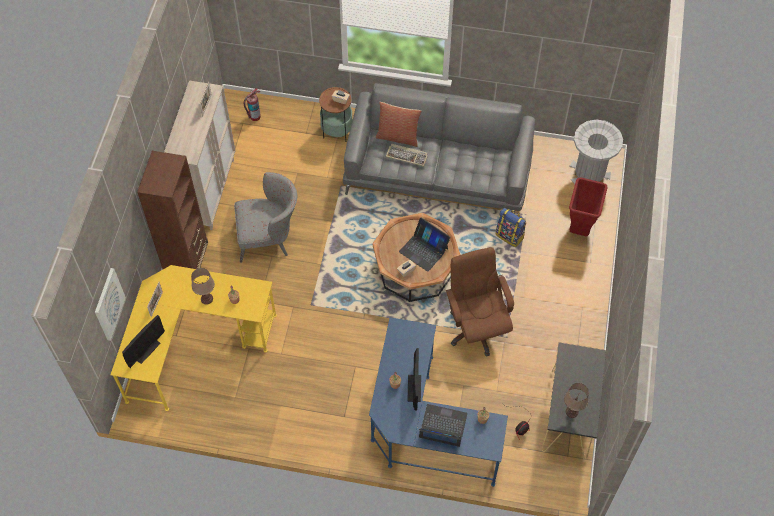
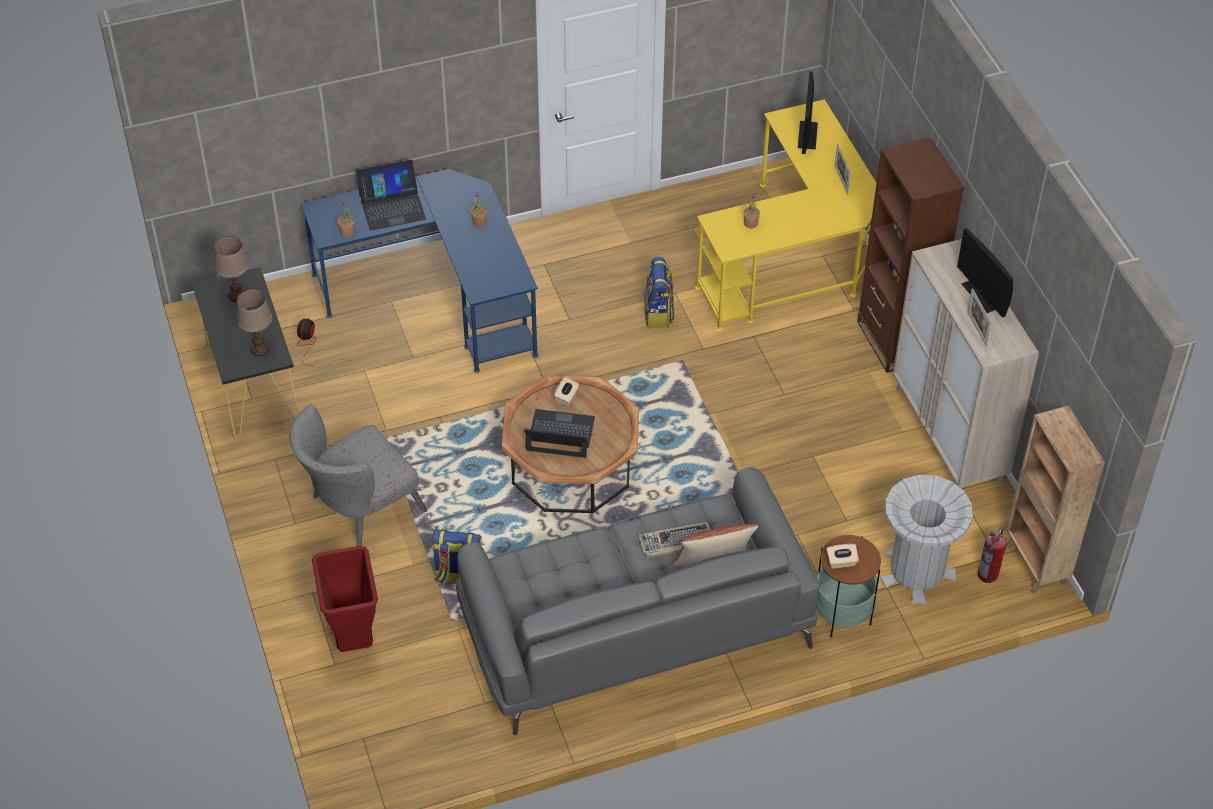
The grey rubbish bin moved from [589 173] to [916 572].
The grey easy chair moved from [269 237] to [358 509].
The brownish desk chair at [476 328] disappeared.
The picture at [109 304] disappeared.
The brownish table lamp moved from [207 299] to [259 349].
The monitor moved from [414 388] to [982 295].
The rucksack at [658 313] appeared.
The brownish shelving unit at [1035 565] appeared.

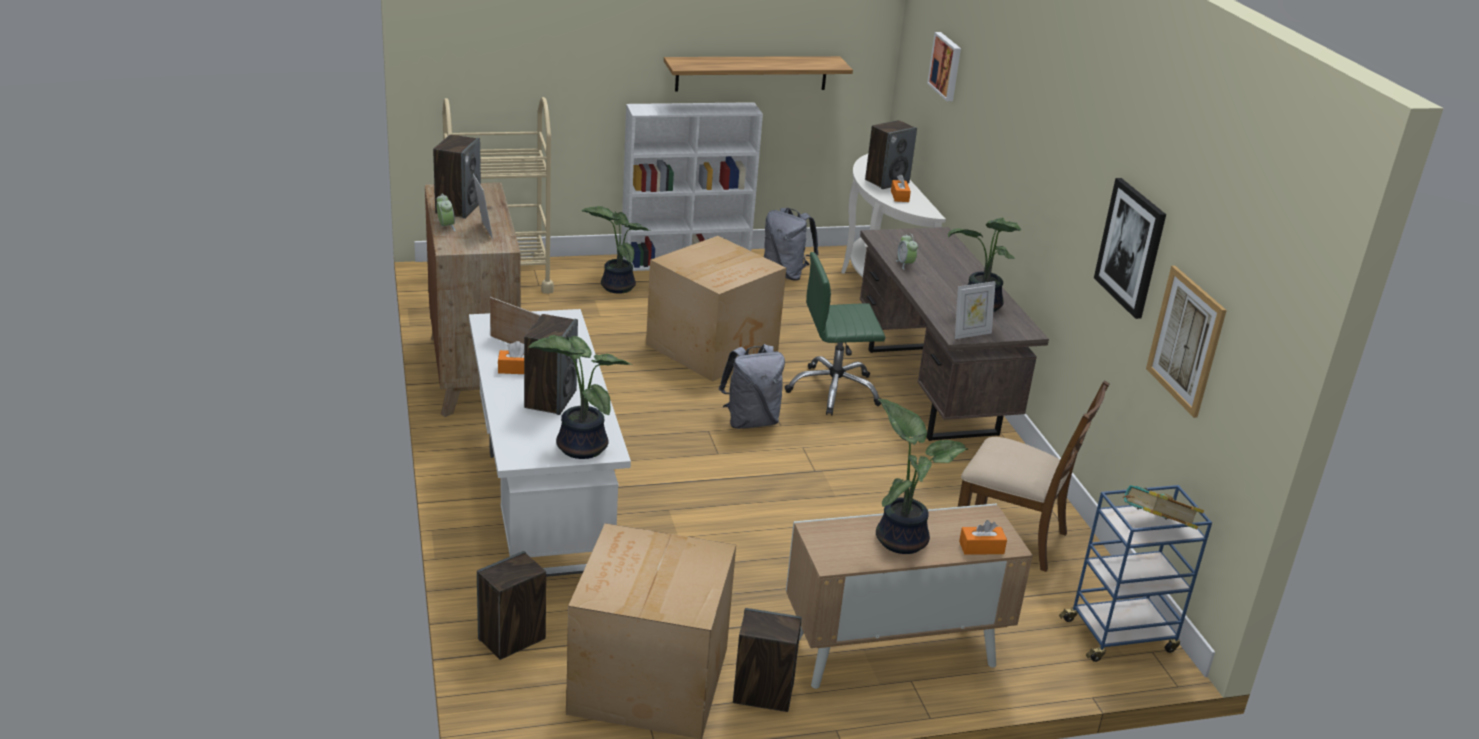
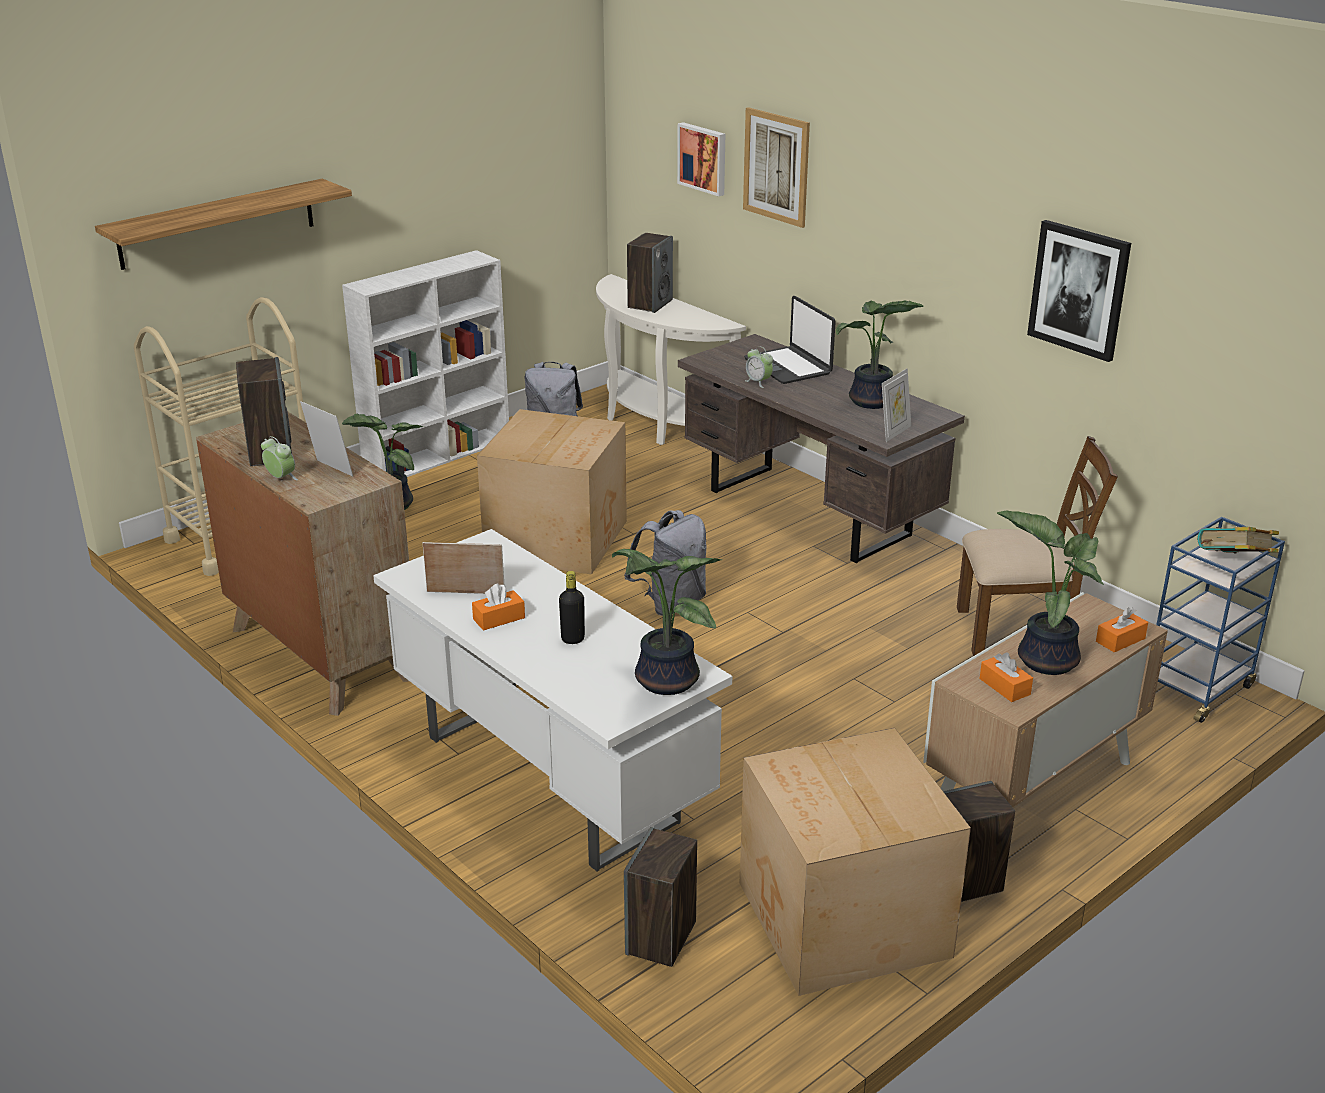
The bracket shelf moved from [751 73] to [217 224].
The orange tissue box moved from [899 196] to [1004 686].
The green-coloured desk chair at [834 391] disappeared.
The picture moved from [1186 340] to [776 167].
The speaker at [550 399] was replaced by the black-coloured beverage bottle at [573 639].
The laptop at [788 366] appeared.

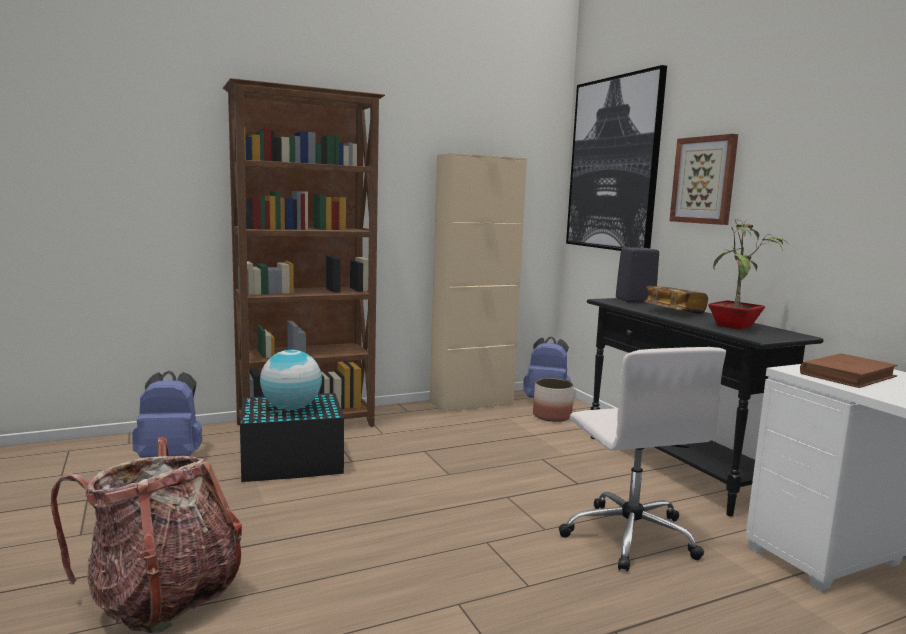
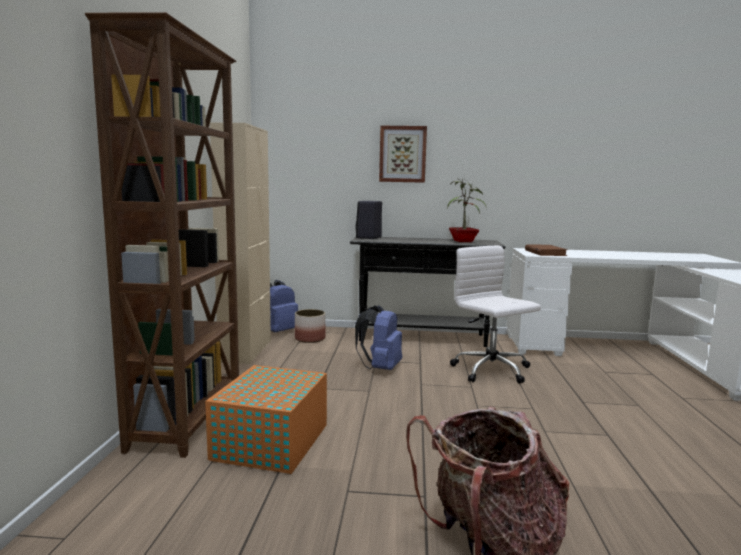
The picture at [613 164] disappeared.
The book at [674 311] disappeared.
The white desk chair at [629 535] turned 135 degrees counterclockwise.
The globe at [291 408] disappeared.
The blue-coloured rucksack moved from [171 456] to [380 368].
The black-coloured storage bin at [290 461] became the orange storage bin at [270 443].

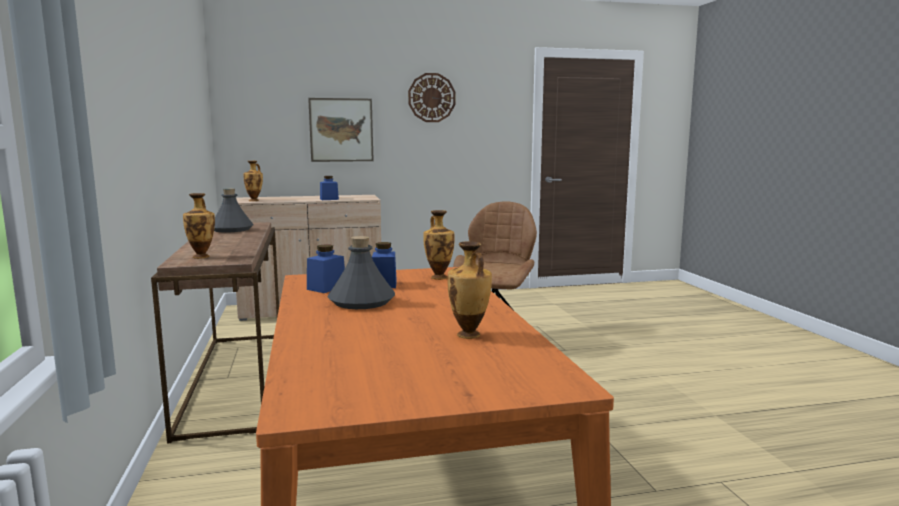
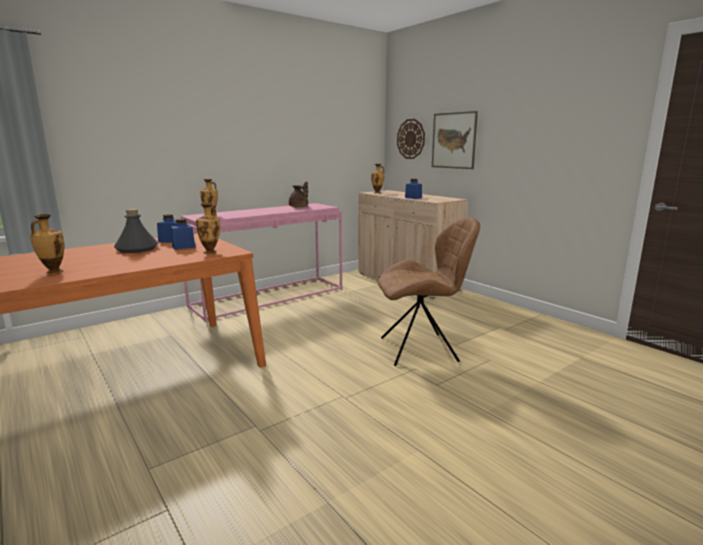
The clock on the wall moved from [431 97] to [411 139].
The grey beverage bottle at [232 229] was replaced by the brownish tea pot at [299 207].
The brownish console table at [234 379] became the pink console table at [269 297].

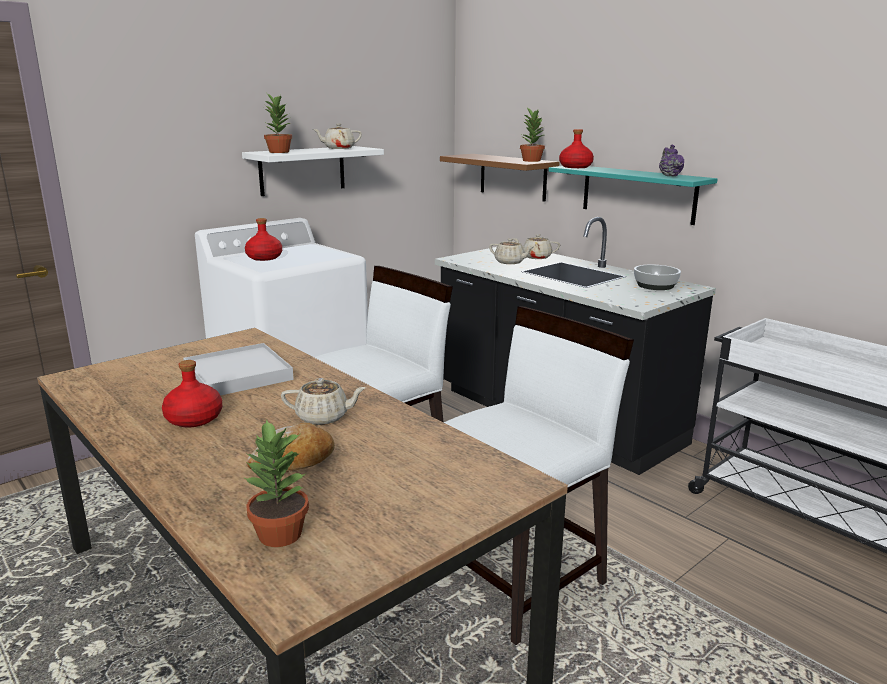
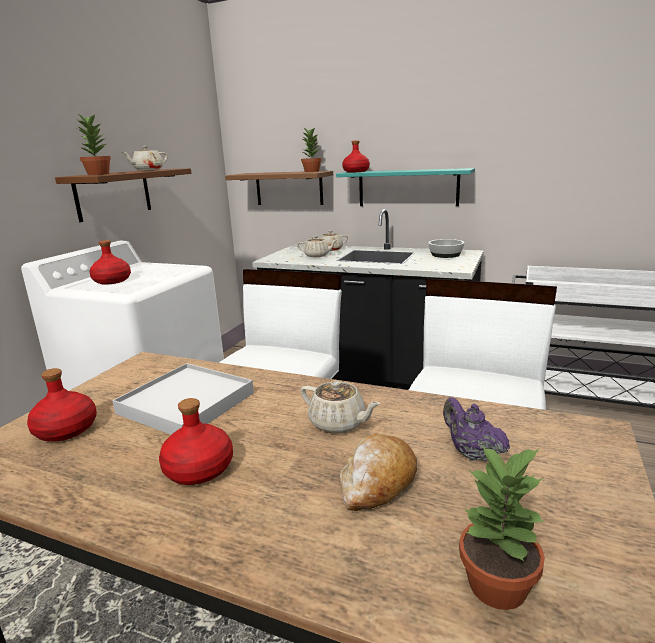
The purple-coloured tea pot moved from [669 175] to [471 453].
The white bracket shelf at [302 170] became the brownish bracket shelf at [113 194].
The sand-coloured tea pot at [323 417] turned 60 degrees clockwise.
The red-coloured beverage bottle at [67 429] appeared.

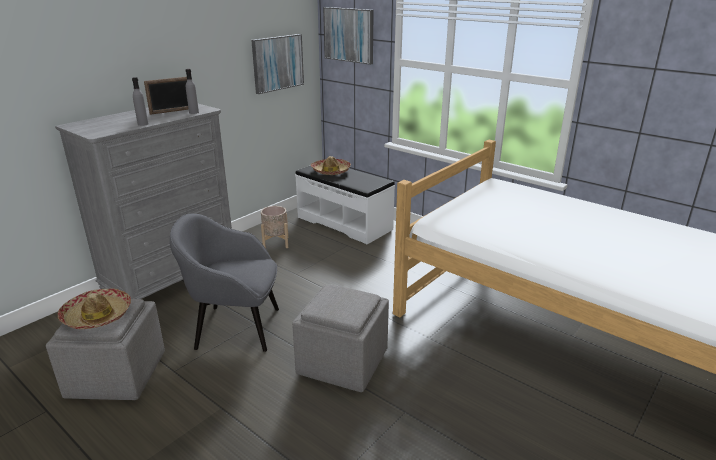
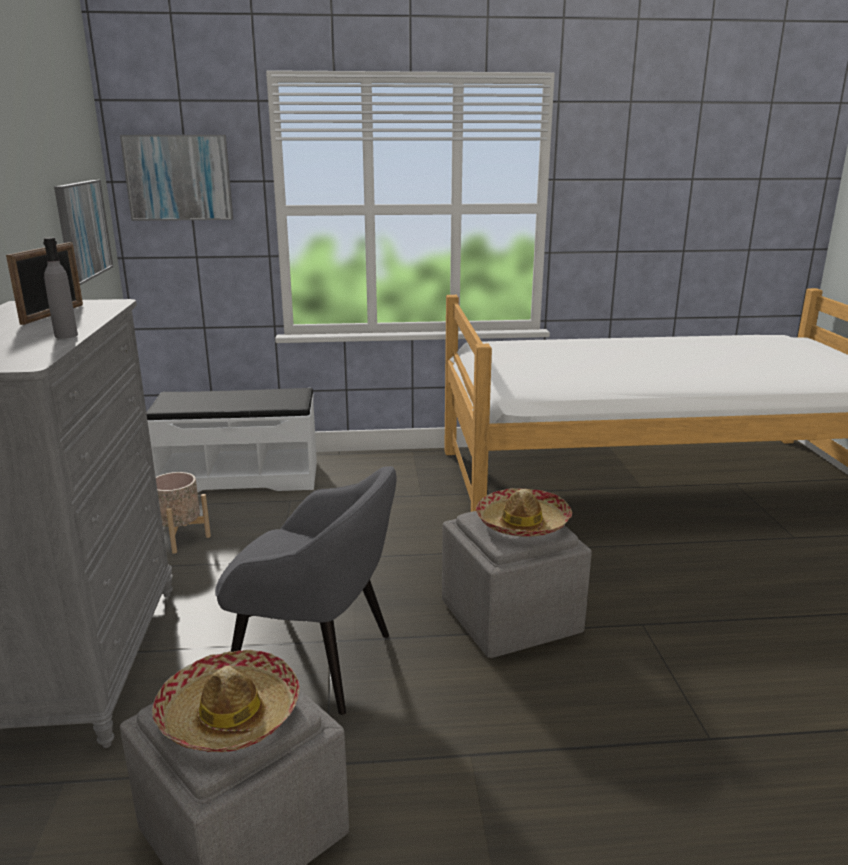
The grey beverage bottle at [194 112] disappeared.
The wearable hat moved from [331 171] to [522 523].
The grey easy chair at [235 328] turned 120 degrees counterclockwise.

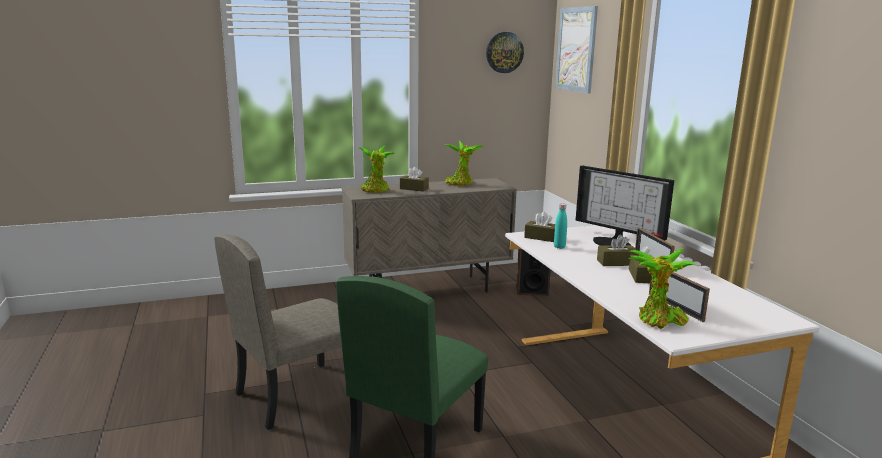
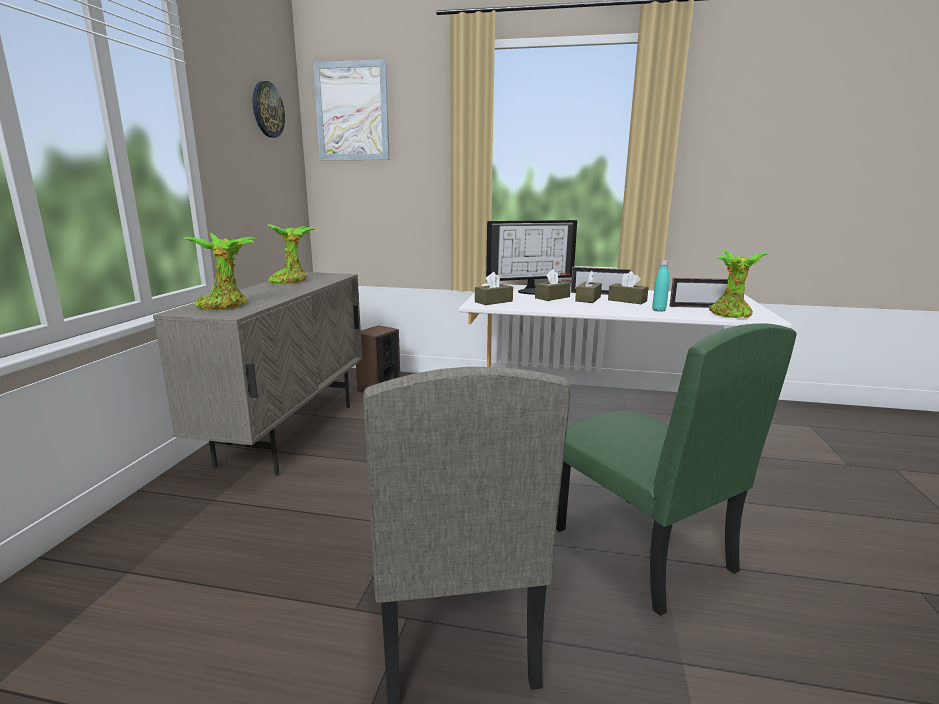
The brownish tissue box moved from [414 188] to [552 297].
The turquoise beverage bottle moved from [559 247] to [658 310].

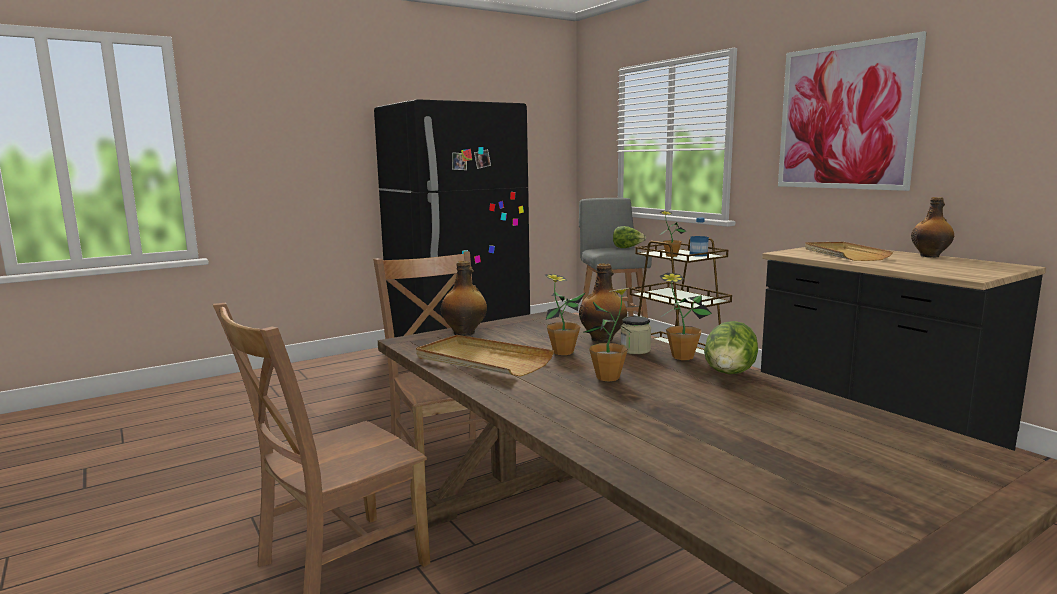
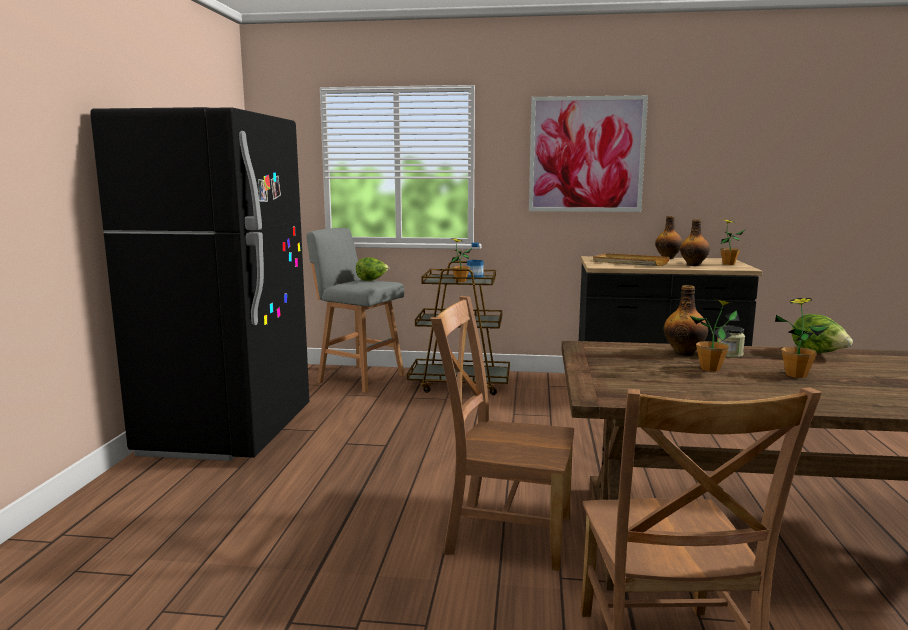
The beverage bottle moved from [465 333] to [693 265].
The houseplant moved from [682 357] to [728 264].
The sand-coloured tray at [482 360] disappeared.

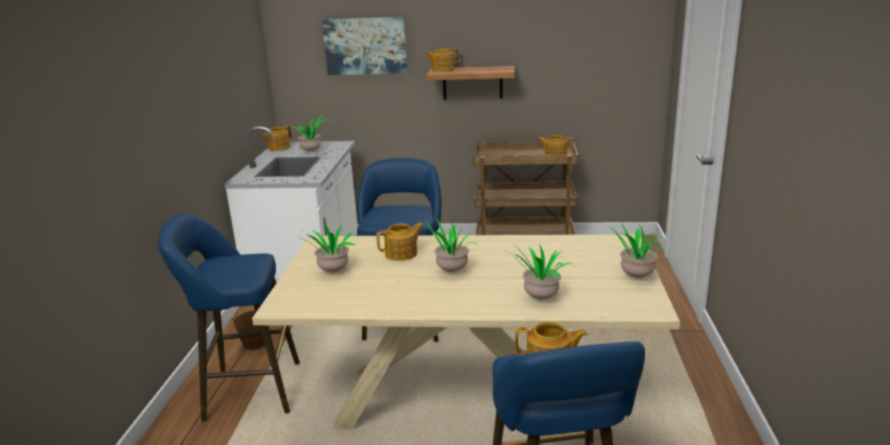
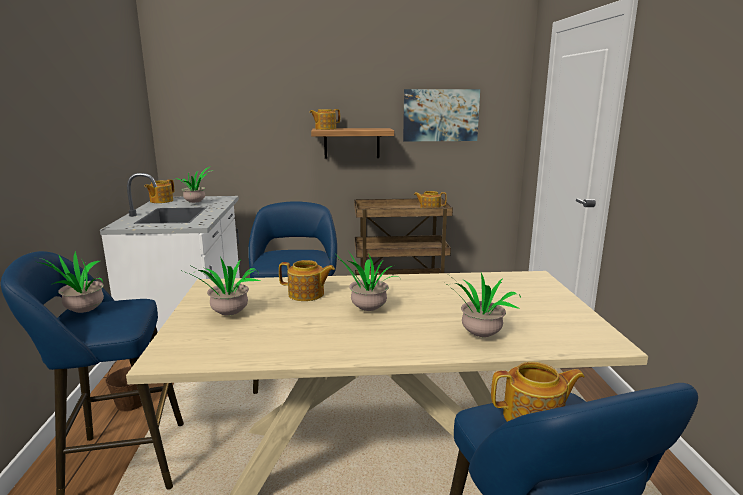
The picture moved from [365 46] to [440 115].
The houseplant moved from [634 277] to [82 312].
The tea pot at [402 254] turned 45 degrees clockwise.

